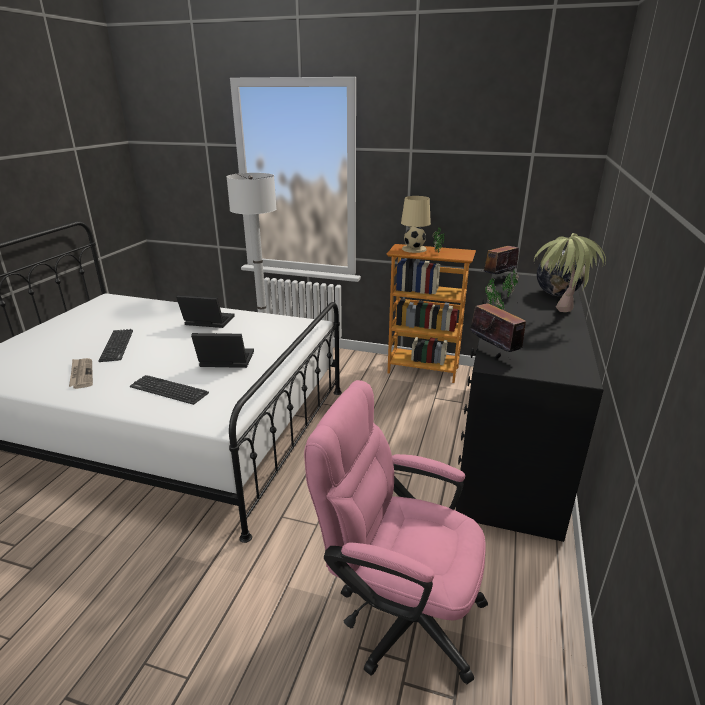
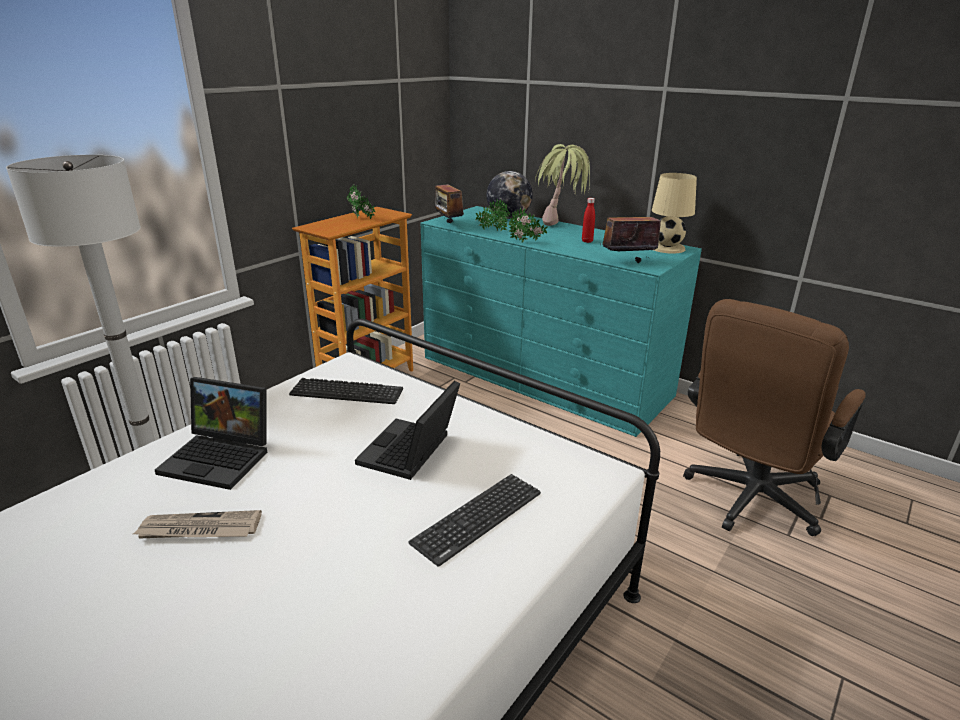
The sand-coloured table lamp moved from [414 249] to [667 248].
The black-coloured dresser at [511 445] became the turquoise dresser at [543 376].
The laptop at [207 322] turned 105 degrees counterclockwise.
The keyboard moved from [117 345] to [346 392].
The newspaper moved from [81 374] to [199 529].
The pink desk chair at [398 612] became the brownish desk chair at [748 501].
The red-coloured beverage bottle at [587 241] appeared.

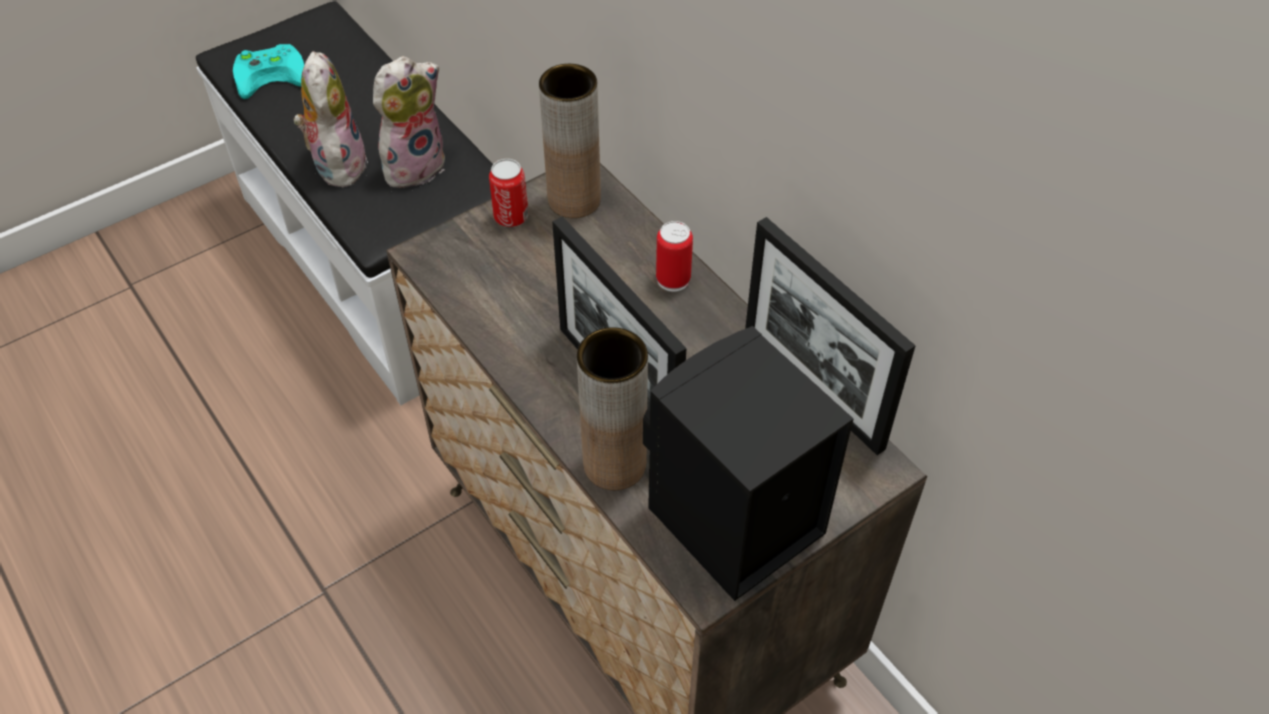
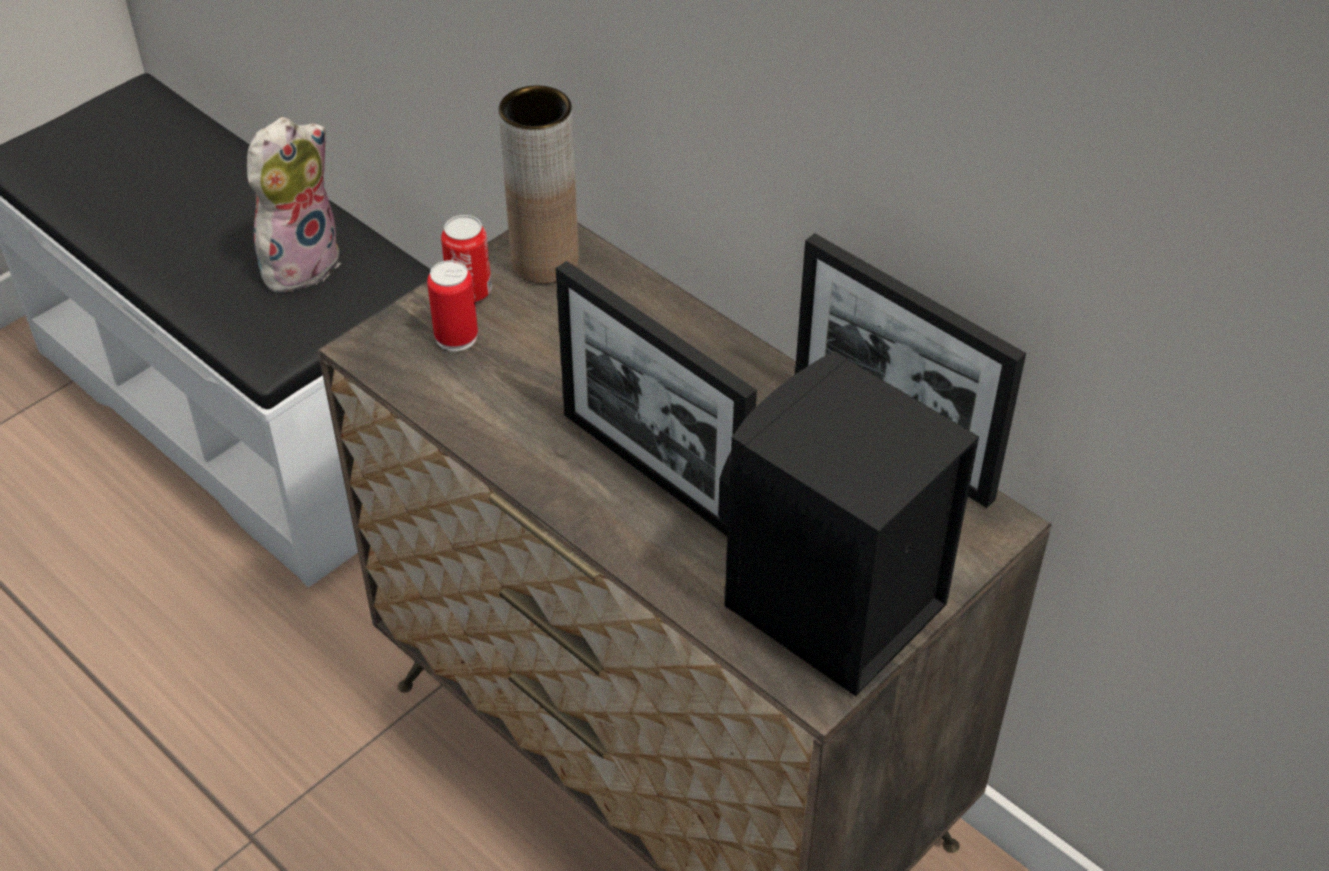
The turquoise gamepad at [272 73] disappeared.
The soft toy at [337 163] disappeared.
The can moved from [673 279] to [456 337].
The brownish flower vase at [614 464] disappeared.

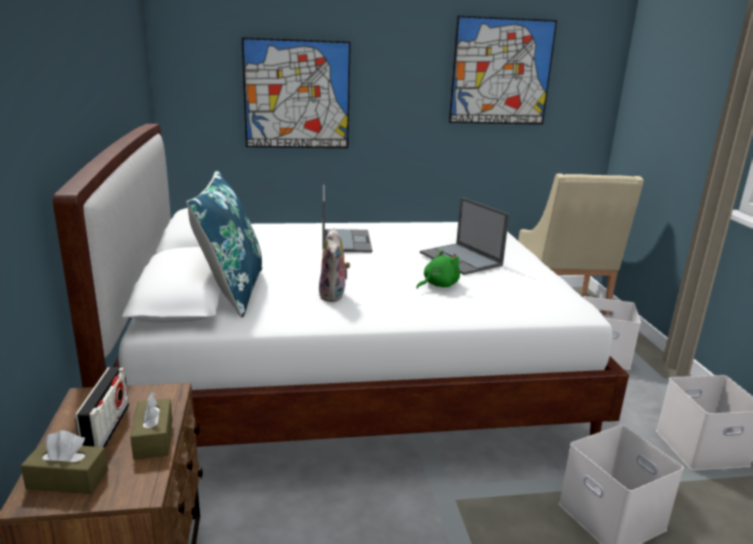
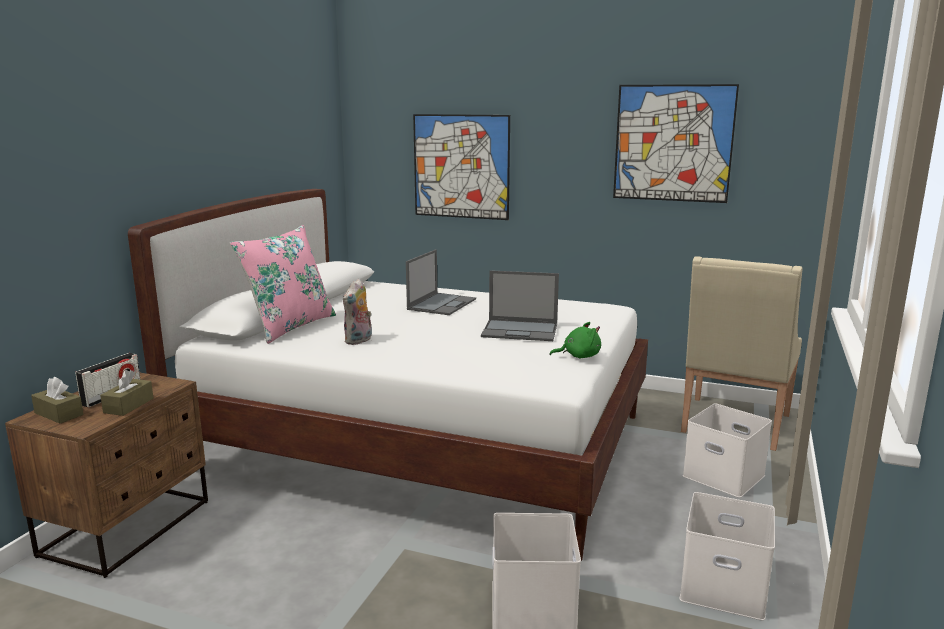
The blue-coloured throw pillow at [231 291] became the pink throw pillow at [289 326].
The laptop at [461 259] turned 75 degrees counterclockwise.
The green-coloured soft toy moved from [438 285] to [578 356].

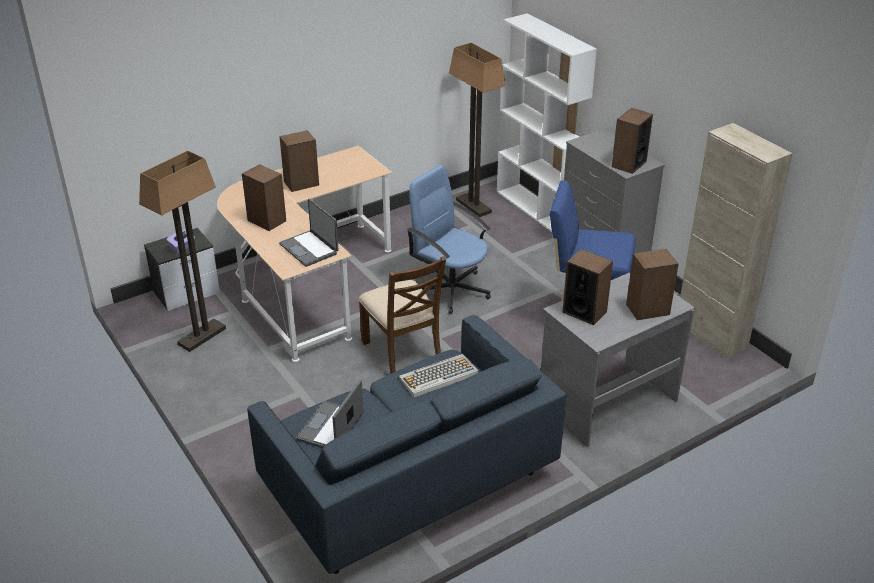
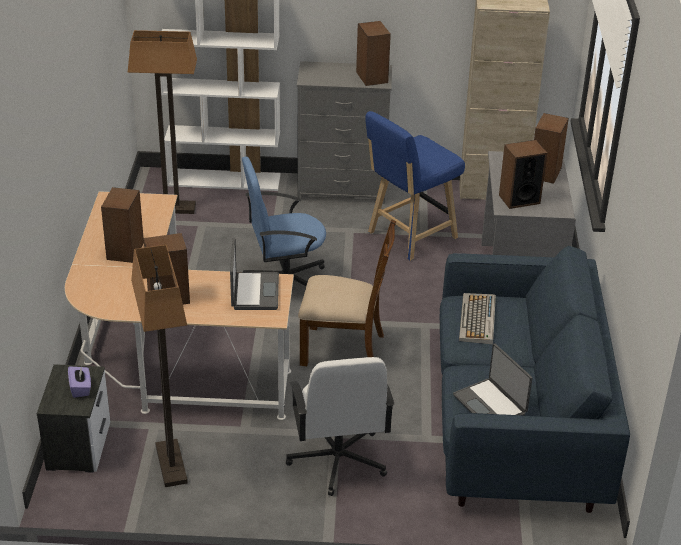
The laptop at [310 249] turned 90 degrees counterclockwise.
The white desk chair at [337 460] appeared.

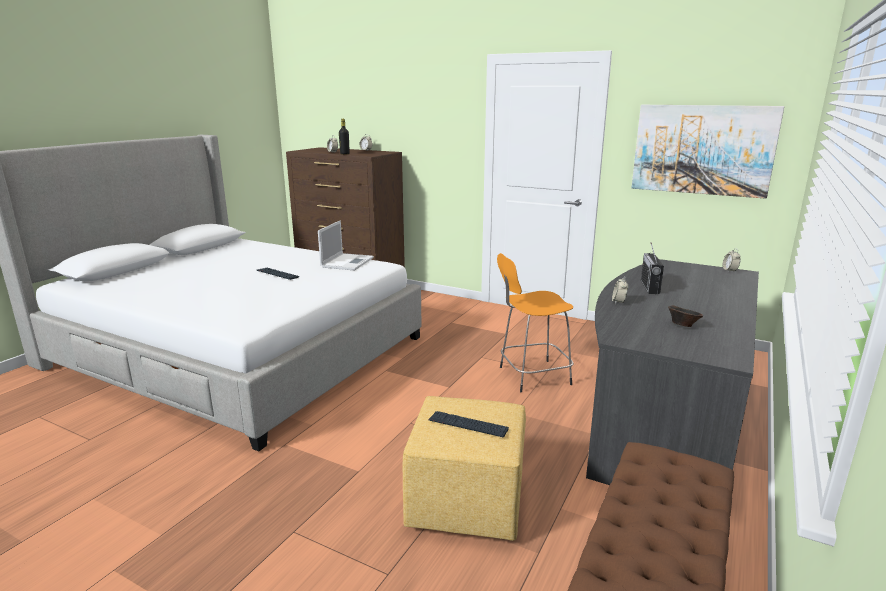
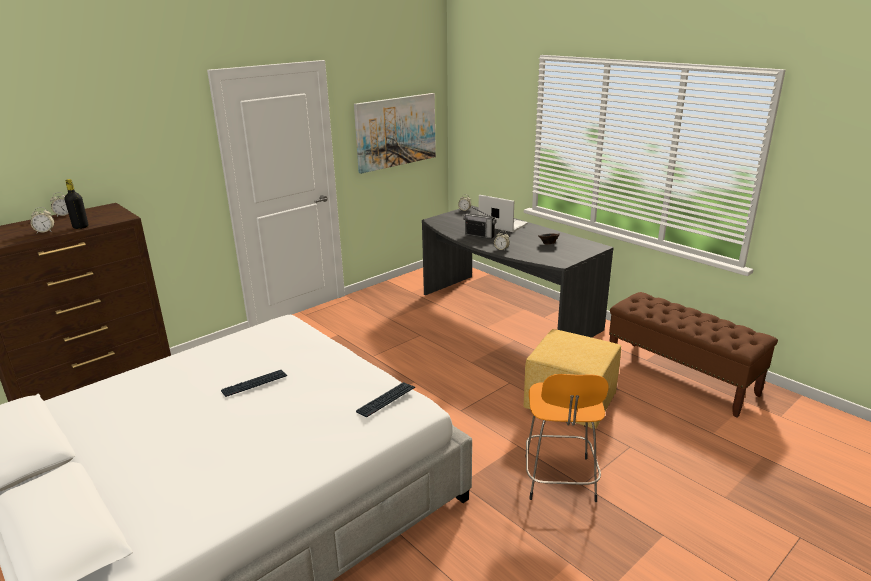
The laptop moved from [347 262] to [502 224].
The orange stool seat moved from [532 376] to [559 480].
The keyboard moved from [468 425] to [386 400].

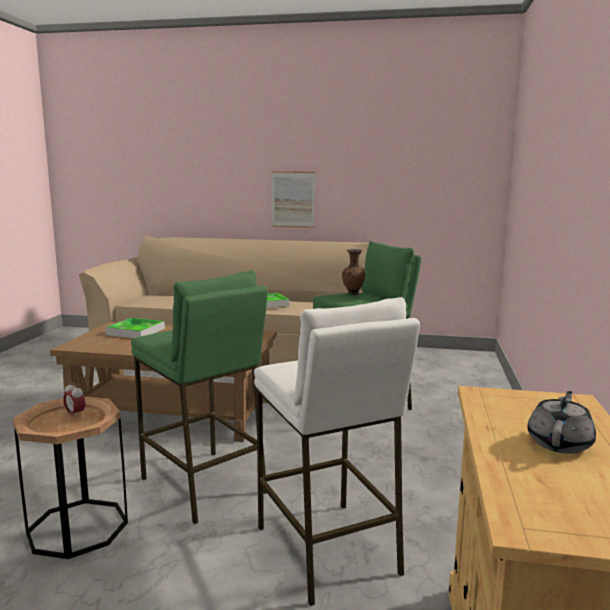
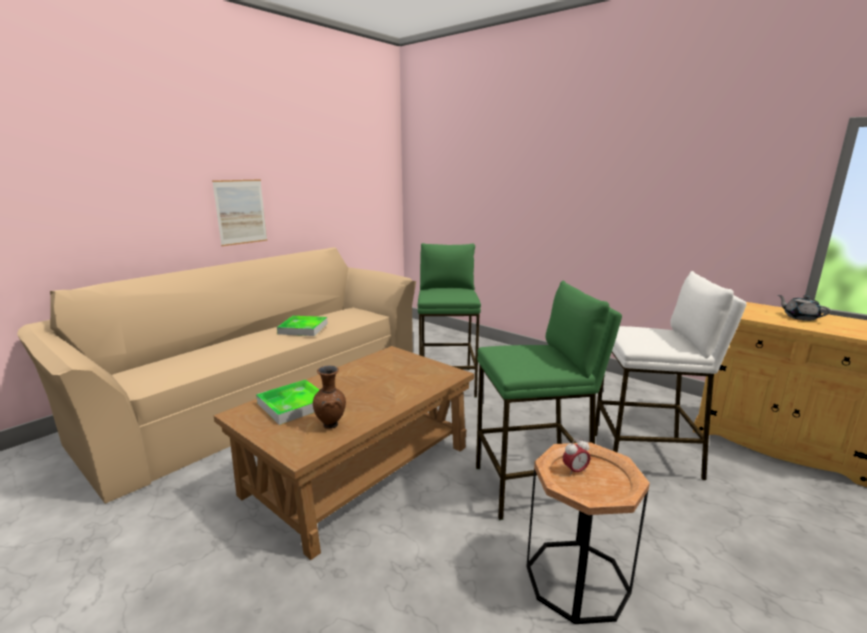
The brownish flower vase moved from [353 294] to [331 425].

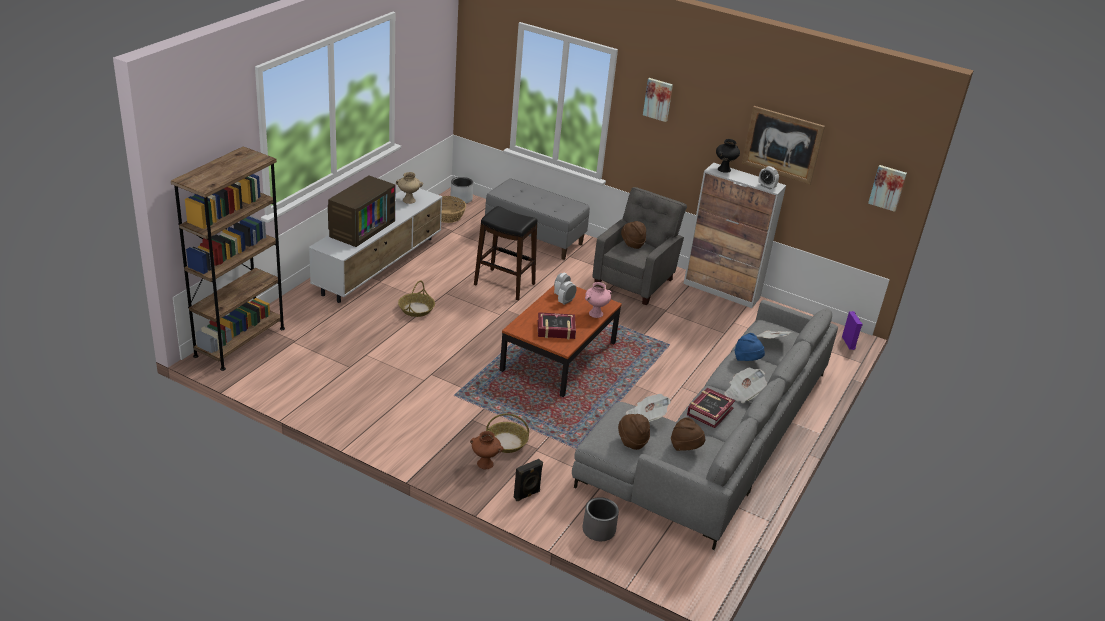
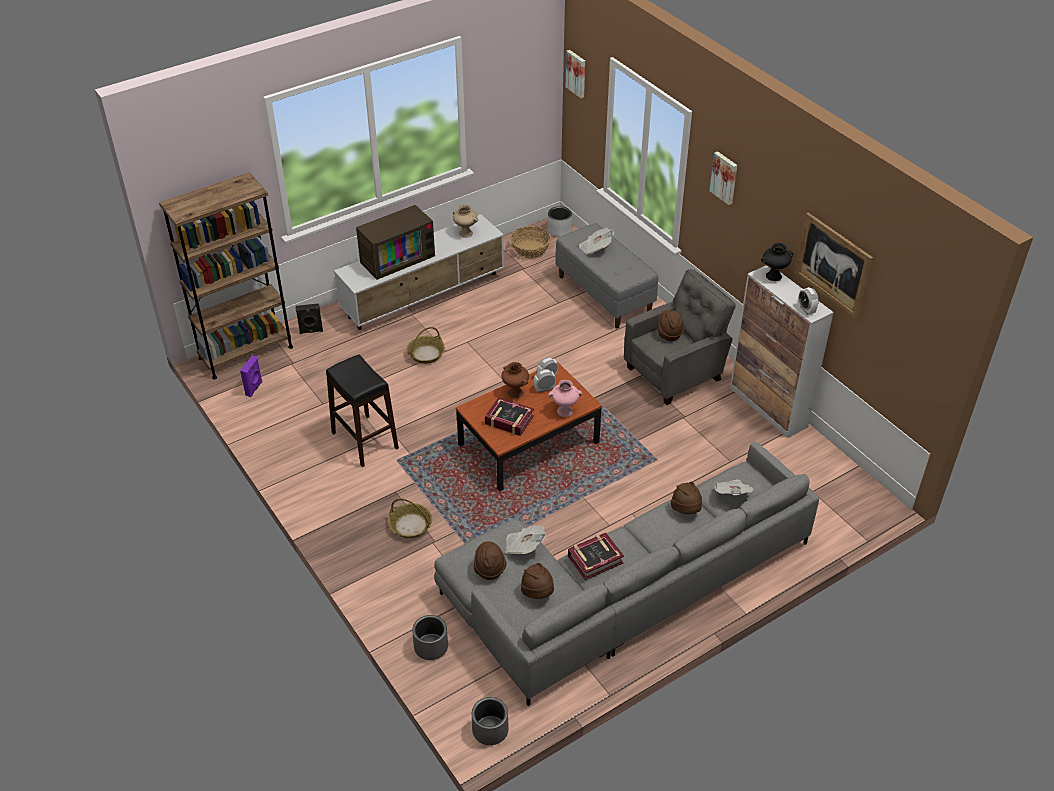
The picture moved from [887 187] to [576 73].
The black-coloured stool seat moved from [504 284] to [364 440].
The purple-coloured speaker moved from [848 343] to [254 388].
The blue-coloured wearable hat at [747 360] became the brownish wearable hat at [686 510].
The newspaper moved from [743 393] to [595 248].
The brownish flower vase moved from [484 464] to [515 392].
The black-coloured speaker moved from [527 495] to [311 331].
The grey flower pot at [490 730] appeared.

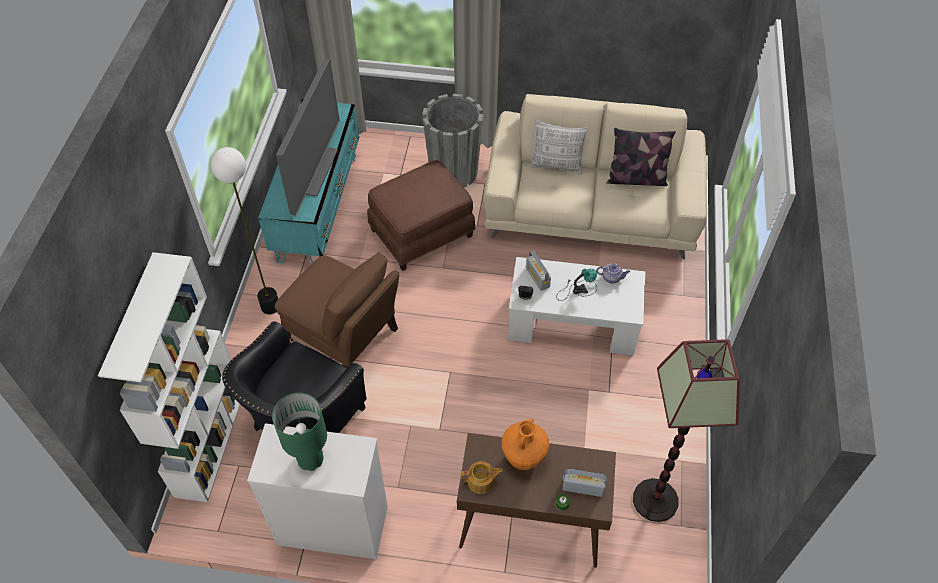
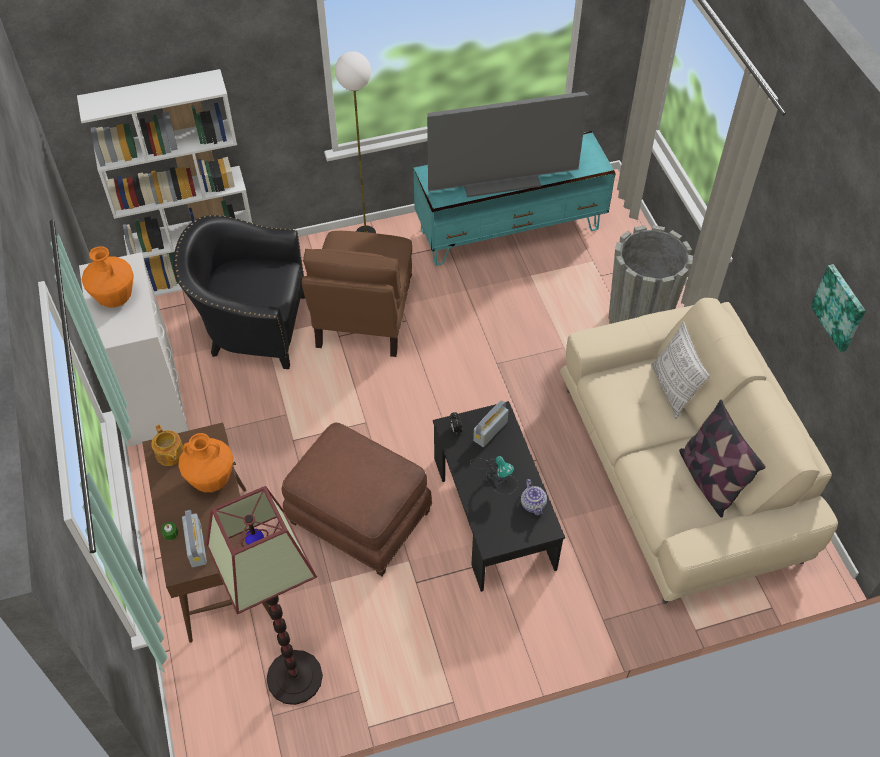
The brownish ottoman moved from [422 234] to [358 519].
The white coffee table at [572 322] became the black-coloured coffee table at [493 512].
The green-coloured table lamp at [310 460] was replaced by the orange flower vase at [115 298].
The picture at [840 307] appeared.

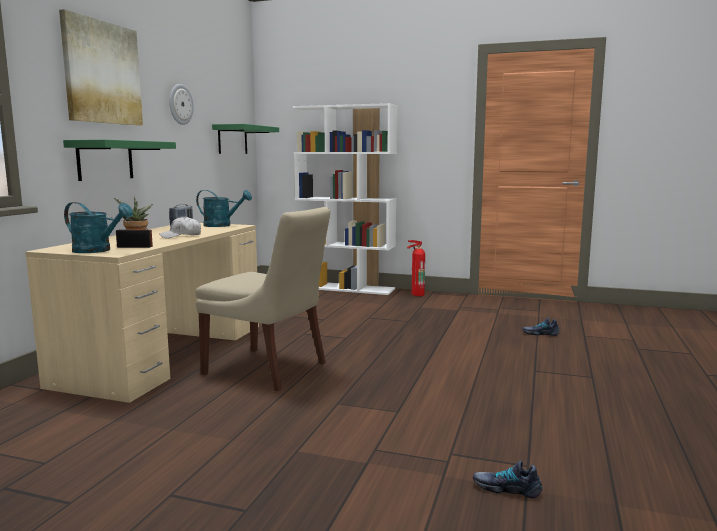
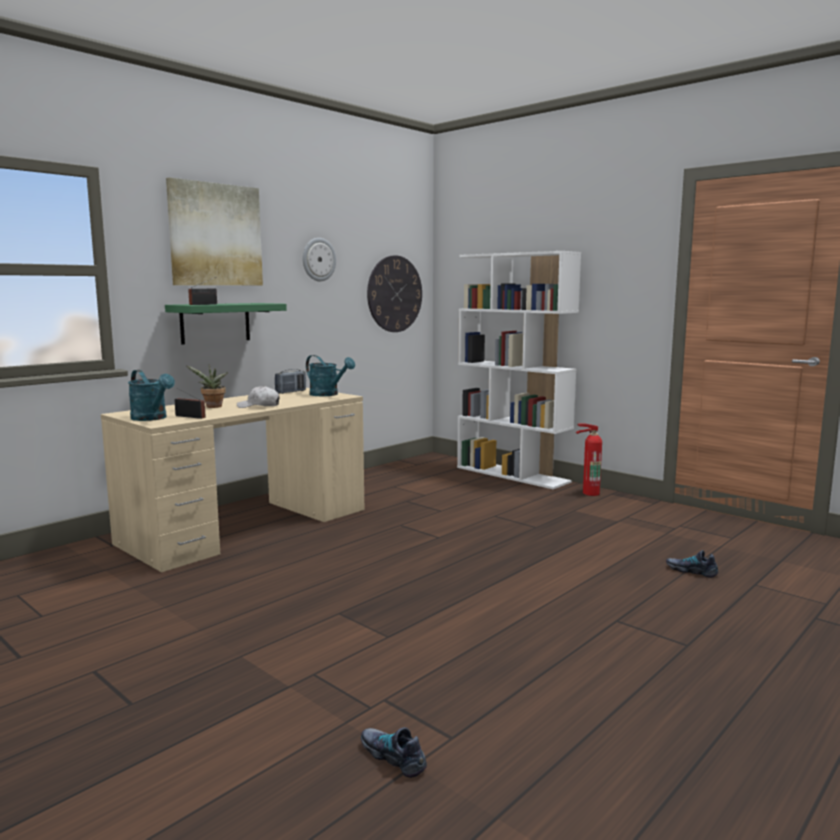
The green-coloured bracket shelf at [232 140] was replaced by the clock on the wall at [394 294].
The sand-coloured plain chair at [268 370] disappeared.
The radio receiver at [205 304] appeared.

